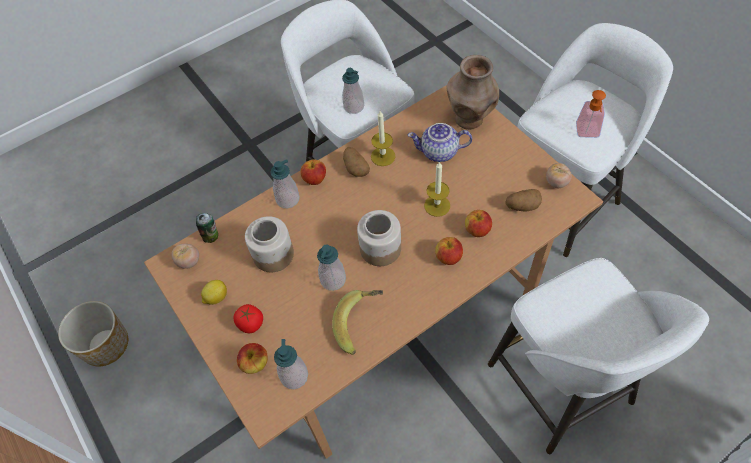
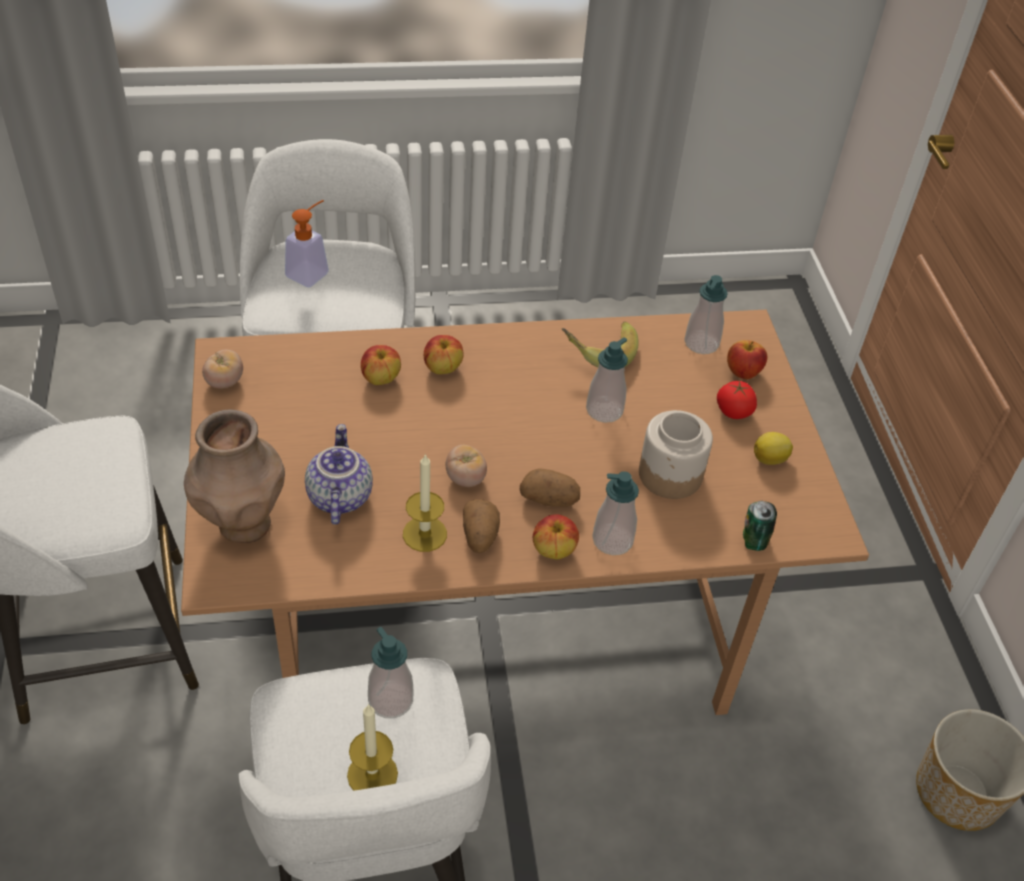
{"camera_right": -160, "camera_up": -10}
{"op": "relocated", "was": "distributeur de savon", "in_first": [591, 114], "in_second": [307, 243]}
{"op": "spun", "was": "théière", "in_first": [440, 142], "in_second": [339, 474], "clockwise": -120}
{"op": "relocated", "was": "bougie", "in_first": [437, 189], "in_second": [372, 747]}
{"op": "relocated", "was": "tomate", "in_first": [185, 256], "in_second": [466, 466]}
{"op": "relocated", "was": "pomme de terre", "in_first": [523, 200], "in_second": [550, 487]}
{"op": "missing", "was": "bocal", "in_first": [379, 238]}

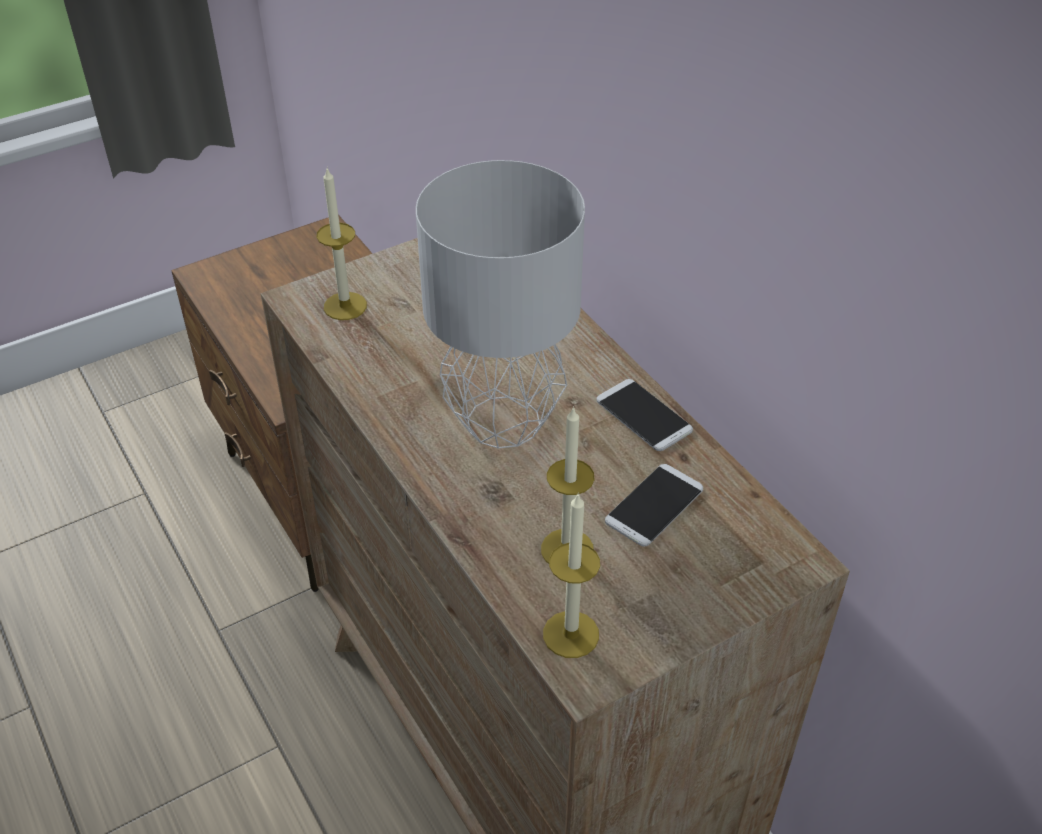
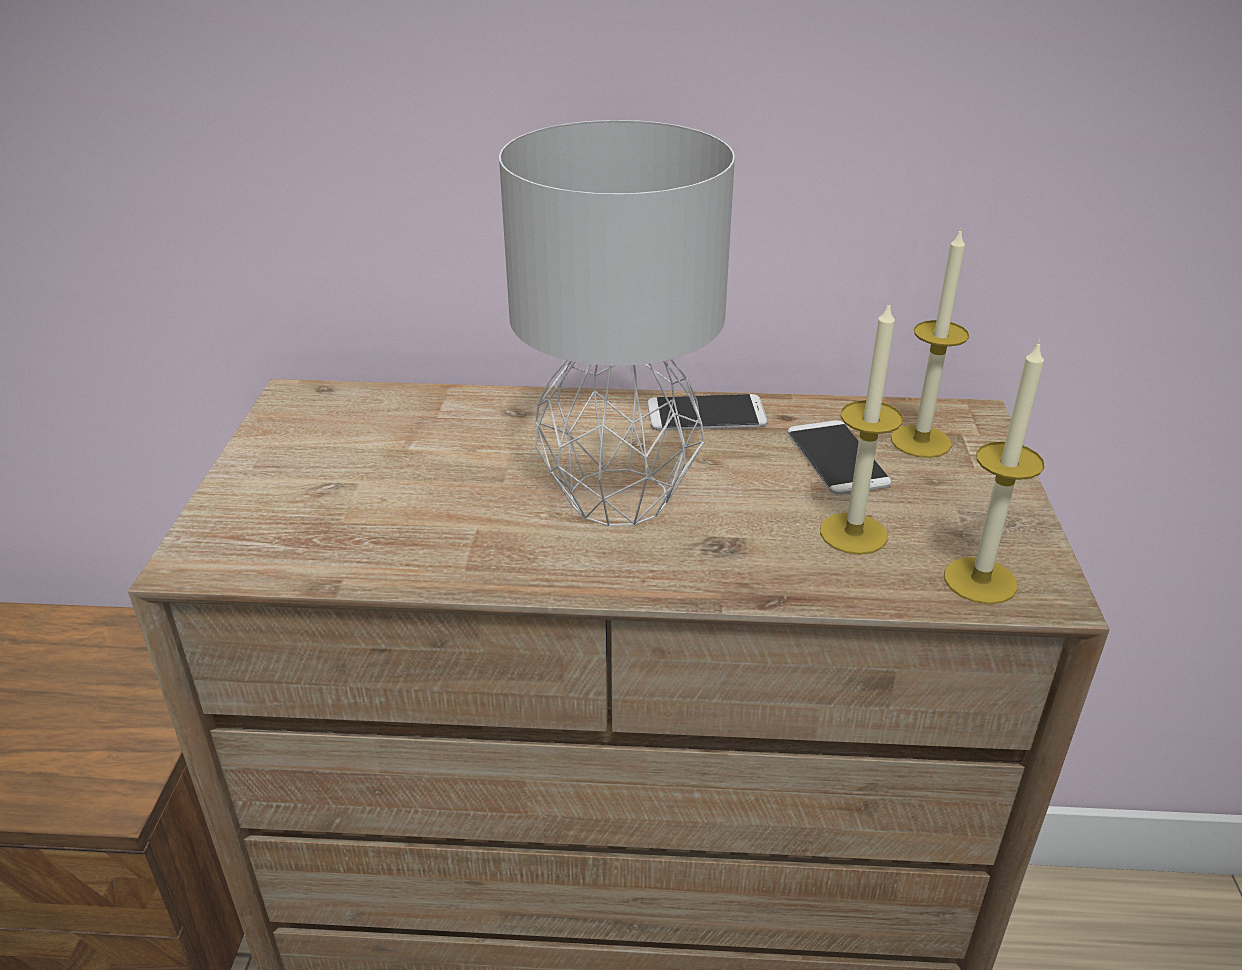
{"camera_right": -55, "camera_up": -10}
{"op": "relocated", "was": "bougie", "in_first": [342, 244], "in_second": [930, 343]}

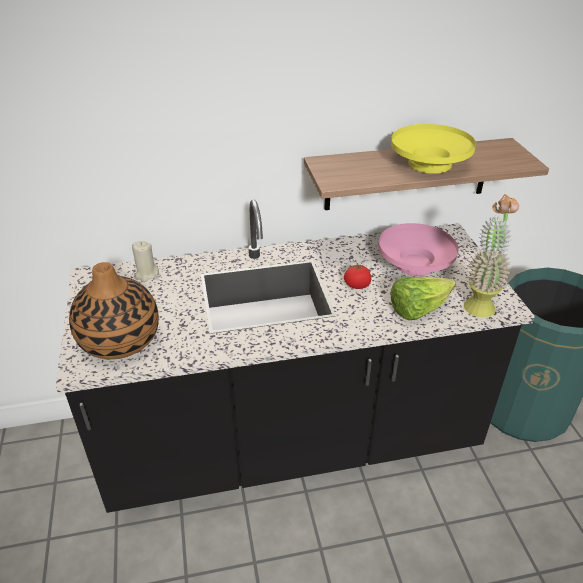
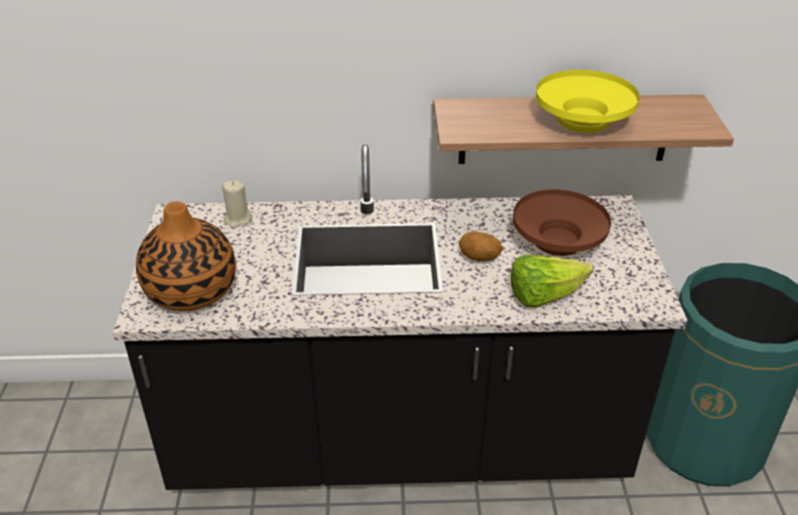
{"camera_right": 10, "camera_up": 0}
{"op": "exchanged", "was": "tomate", "now": "pomme de terre", "in_first": [357, 276], "in_second": [481, 246]}
{"op": "colour", "was": "bol/rose", "now": "bol/marron", "in_first": [418, 249], "in_second": [562, 222]}
{"op": "missing", "was": "plante en pot", "in_first": [491, 256]}

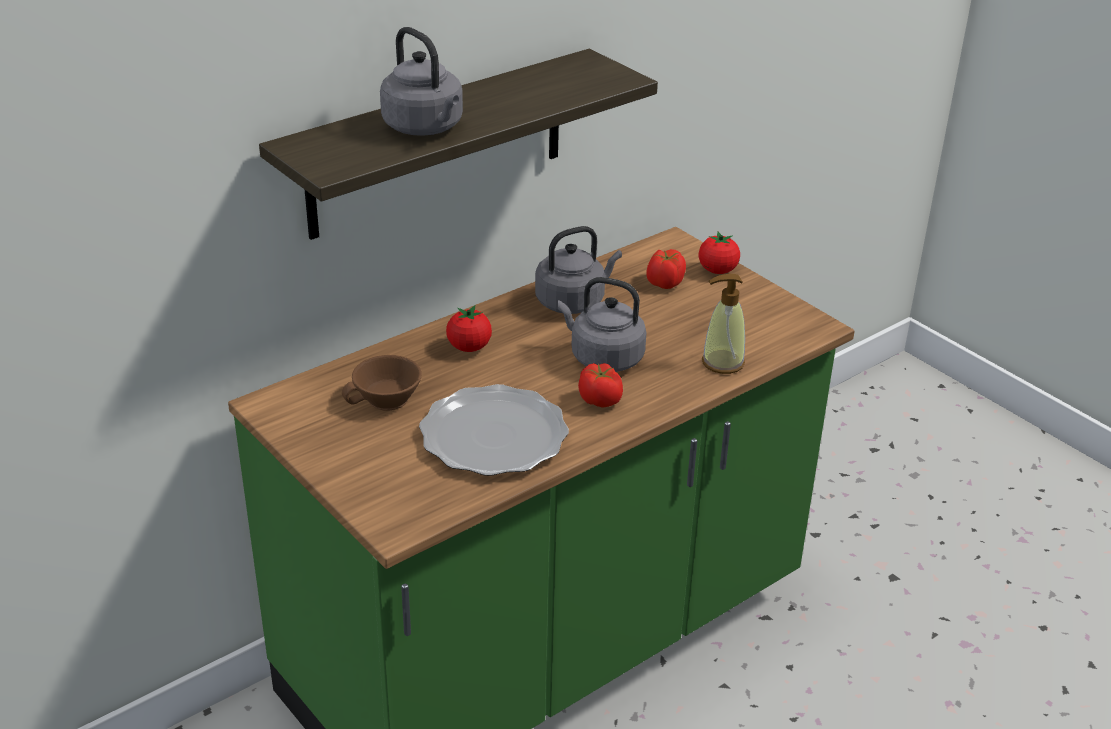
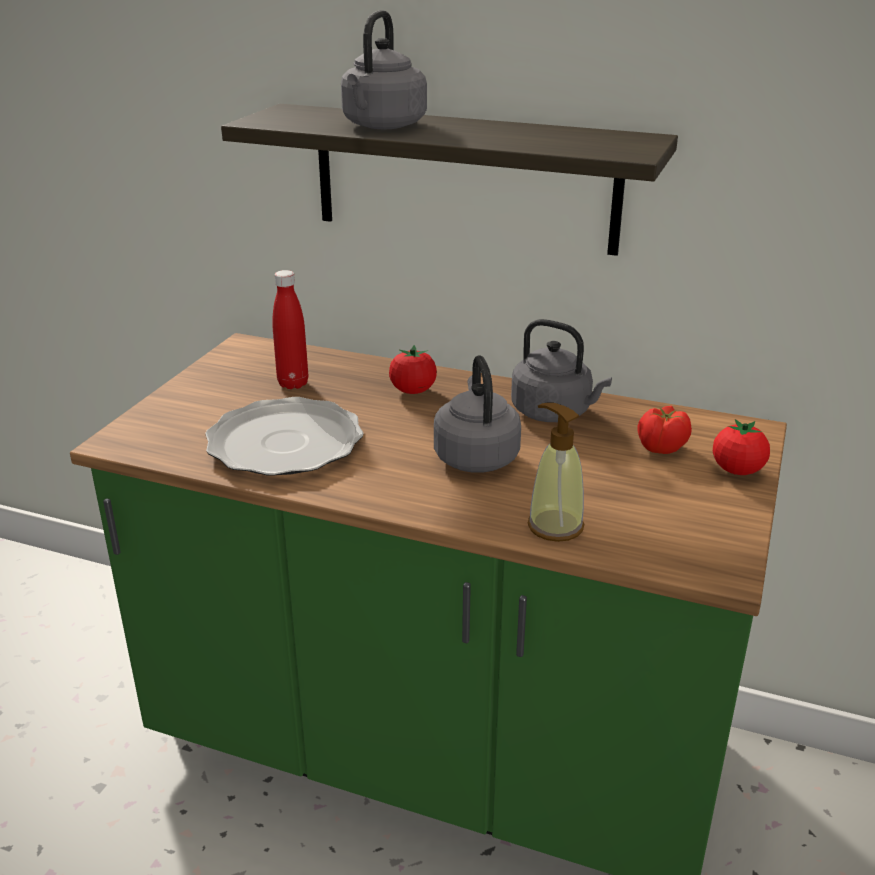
{"camera_right": 60, "camera_up": -5}
{"op": "exchanged", "was": "tasse/marron", "now": "bouteille/rouge", "in_first": [382, 382], "in_second": [290, 329]}
{"op": "missing", "was": "tomate", "in_first": [600, 385]}

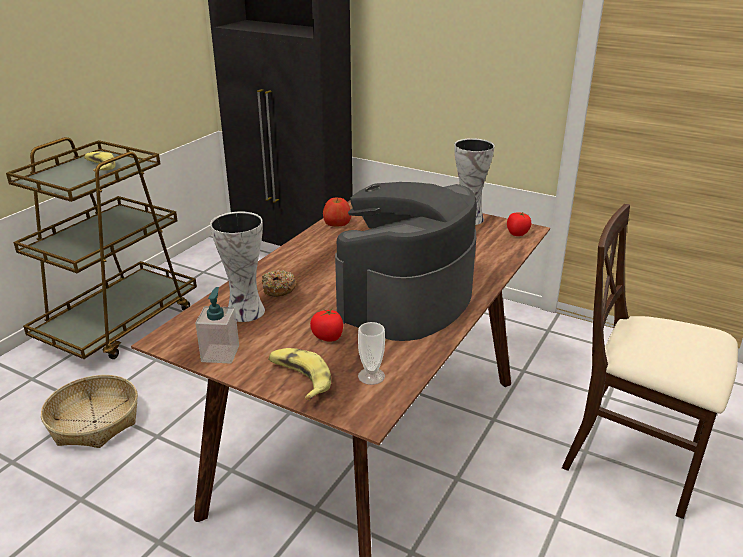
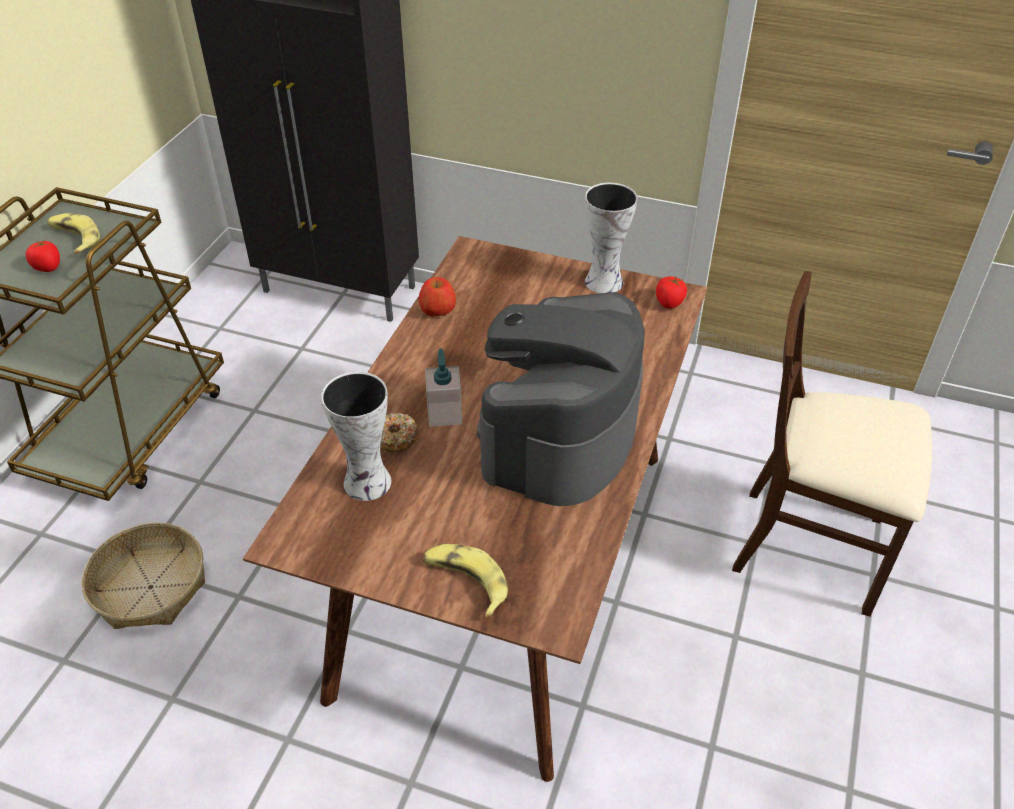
{"camera_right": -10, "camera_up": 15}
{"op": "relocated", "was": "tomate", "in_first": [326, 325], "in_second": [43, 255]}
{"op": "relocated", "was": "distributeur de savon", "in_first": [217, 325], "in_second": [443, 388]}
{"op": "missing", "was": "tasse", "in_first": [371, 353]}

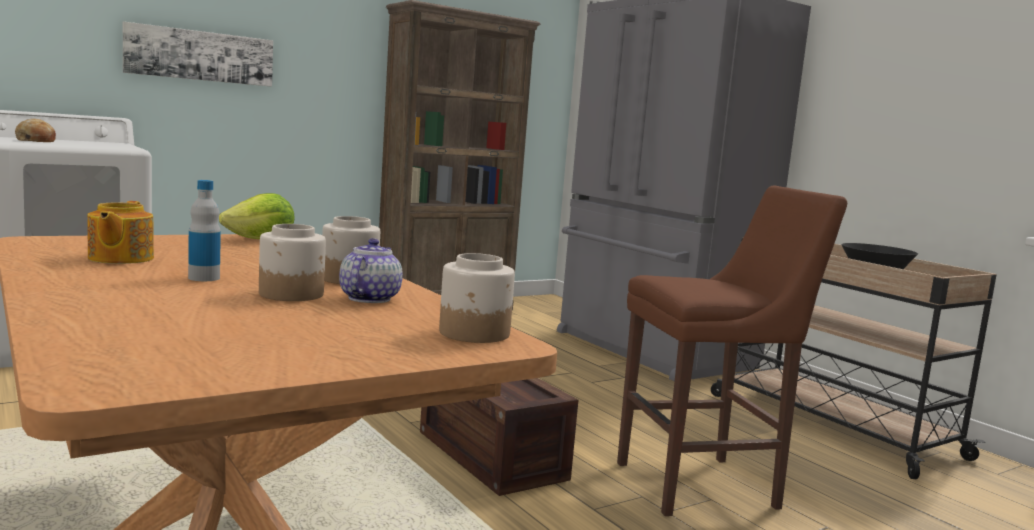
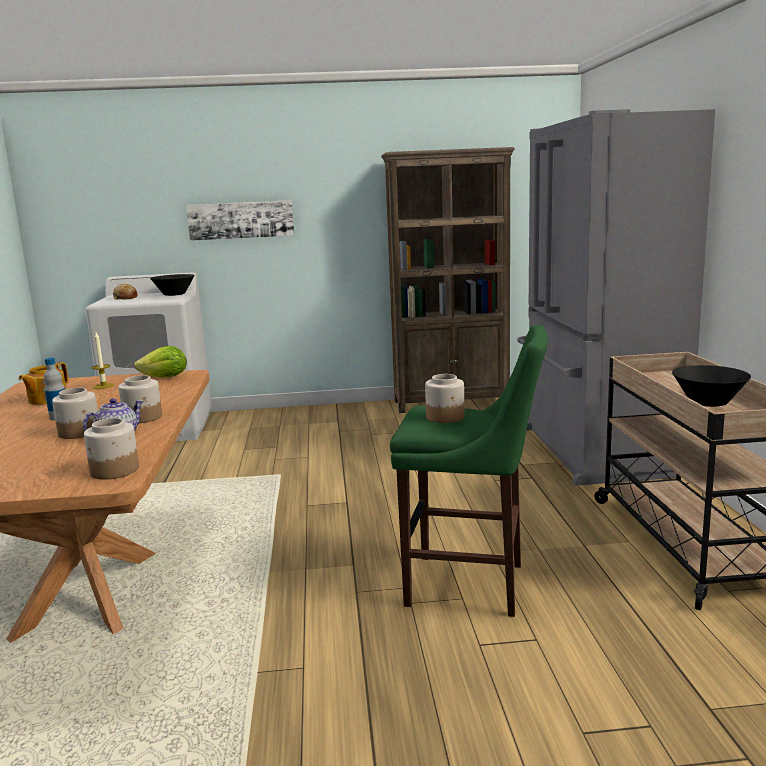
{"camera_right": 30, "camera_up": 5}
{"op": "appeared", "now": "bougie", "in_second": [103, 360]}
{"op": "appeared", "now": "bol/noir", "in_second": [172, 285]}
{"op": "colour", "was": "tabouret/marron", "now": "tabouret/vert", "in_first": [732, 351], "in_second": [469, 471]}
{"op": "appeared", "now": "bocal", "in_second": [445, 398]}
{"op": "missing", "was": "caisse", "in_first": [499, 437]}

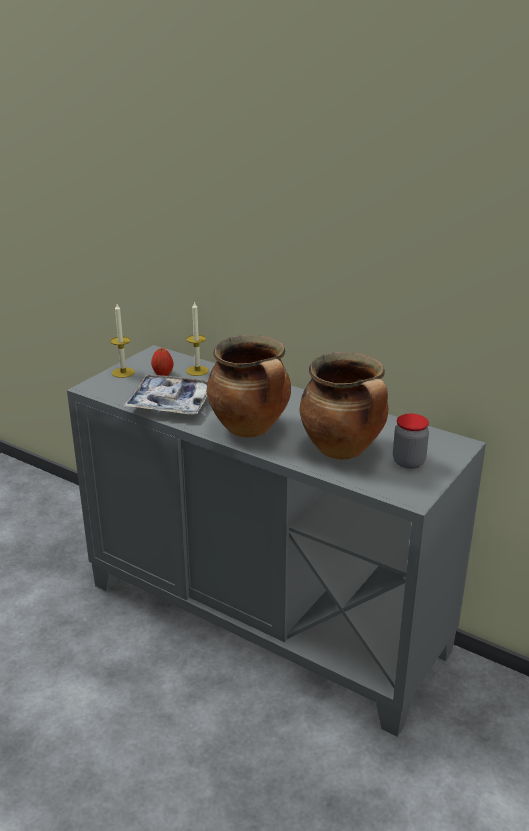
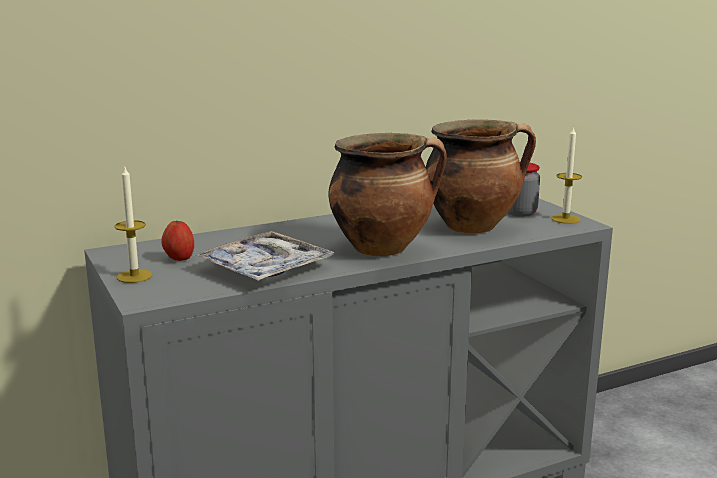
{"camera_right": -60, "camera_up": -10}
{"op": "relocated", "was": "bougie", "in_first": [197, 338], "in_second": [566, 175]}

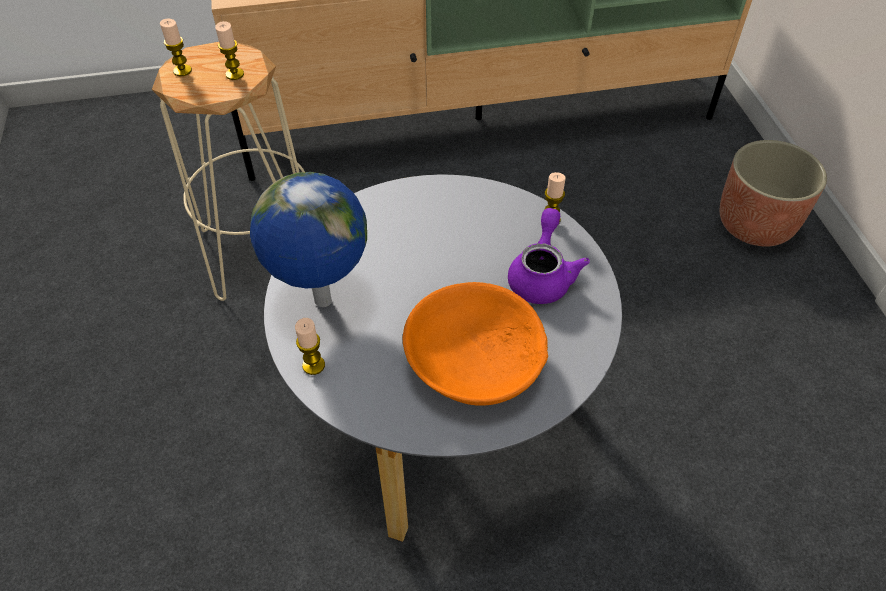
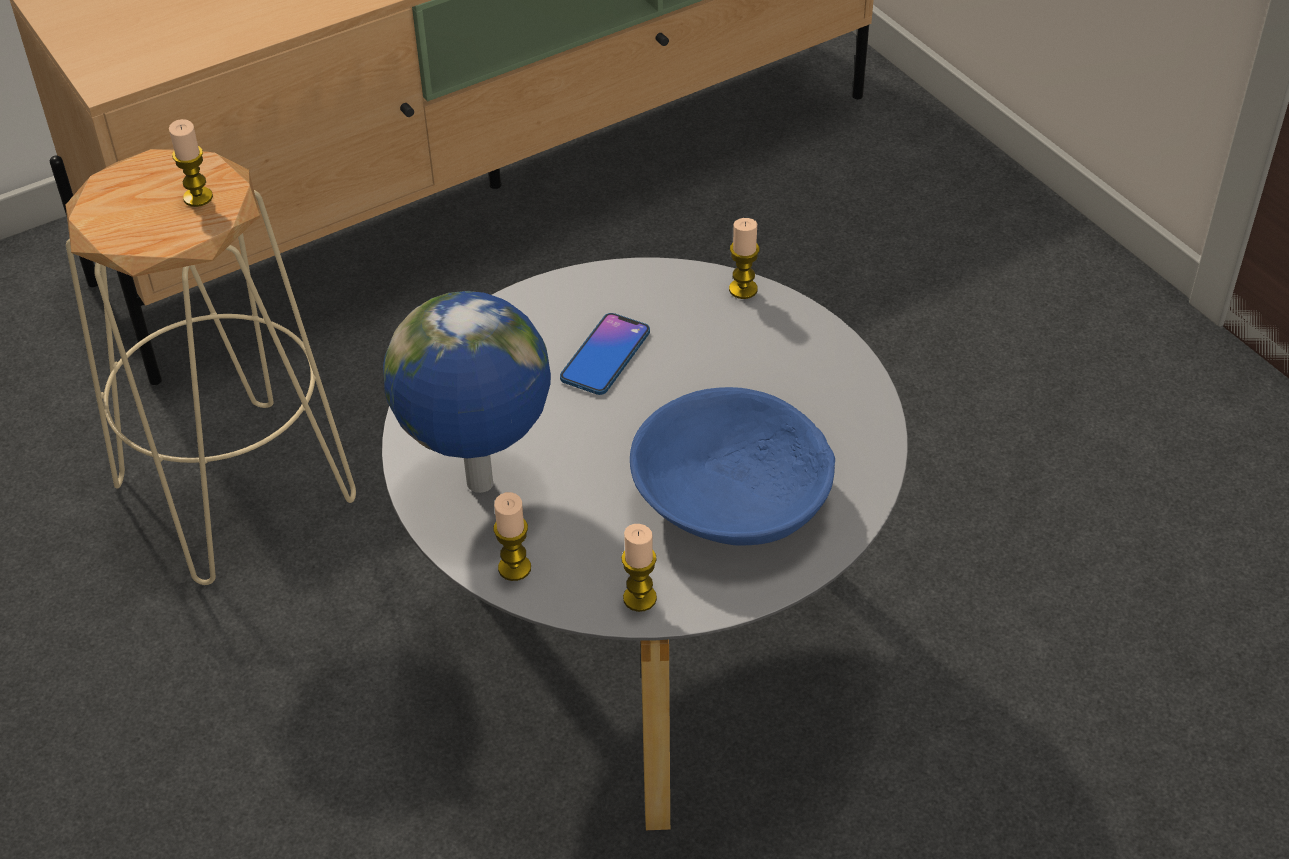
{"camera_right": -20, "camera_up": -5}
{"op": "appeared", "now": "téléphone", "in_second": [605, 354]}
{"op": "relocated", "was": "bougie", "in_first": [176, 47], "in_second": [639, 568]}
{"op": "colour", "was": "bol/orange", "now": "bol/bleu", "in_first": [475, 344], "in_second": [732, 466]}
{"op": "missing", "was": "théière/violet", "in_first": [549, 256]}
{"op": "missing", "was": "cache-pot", "in_first": [773, 193]}

